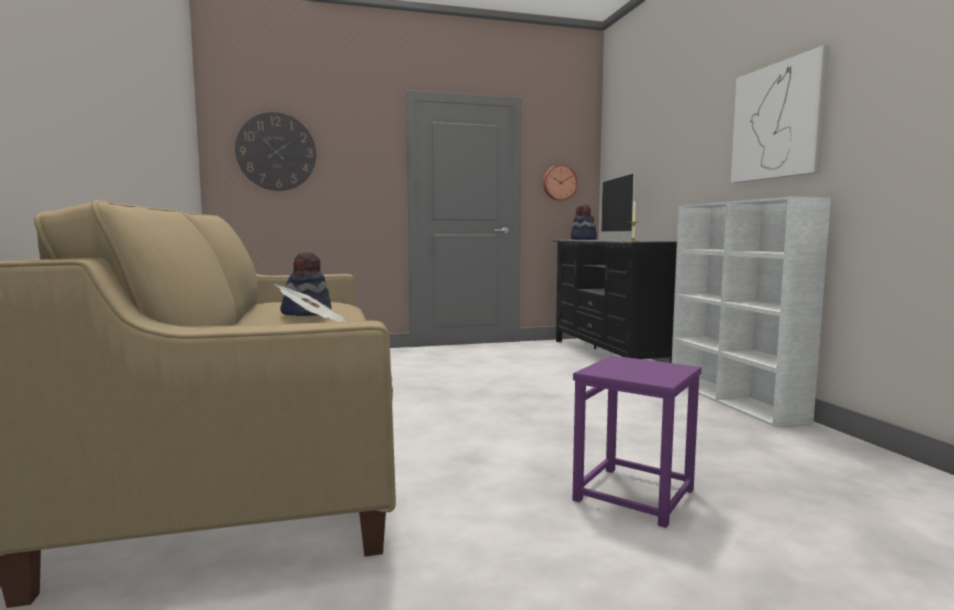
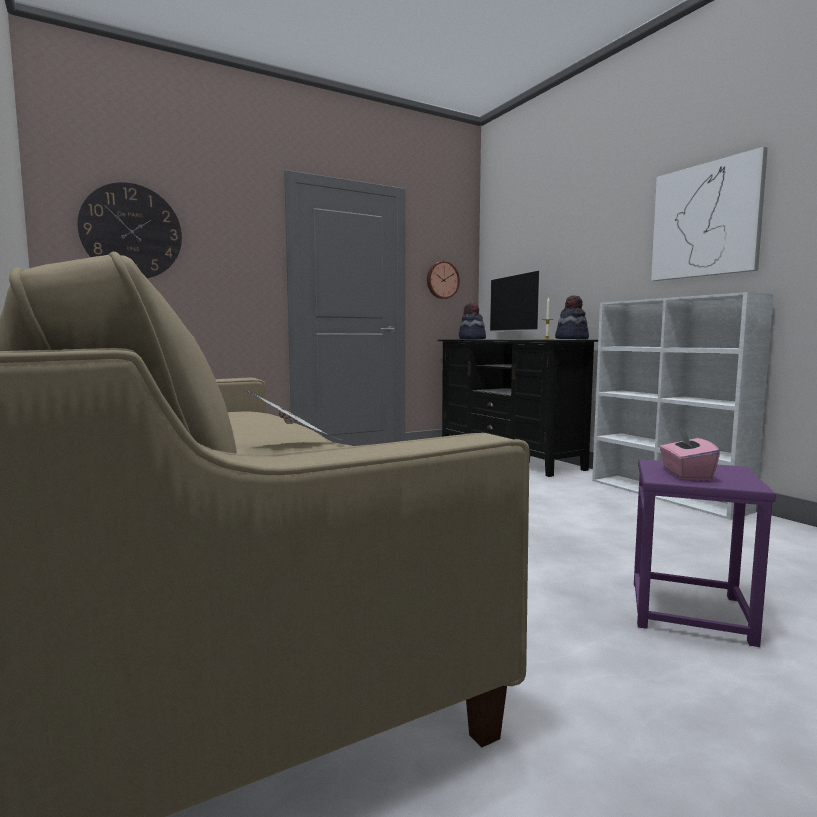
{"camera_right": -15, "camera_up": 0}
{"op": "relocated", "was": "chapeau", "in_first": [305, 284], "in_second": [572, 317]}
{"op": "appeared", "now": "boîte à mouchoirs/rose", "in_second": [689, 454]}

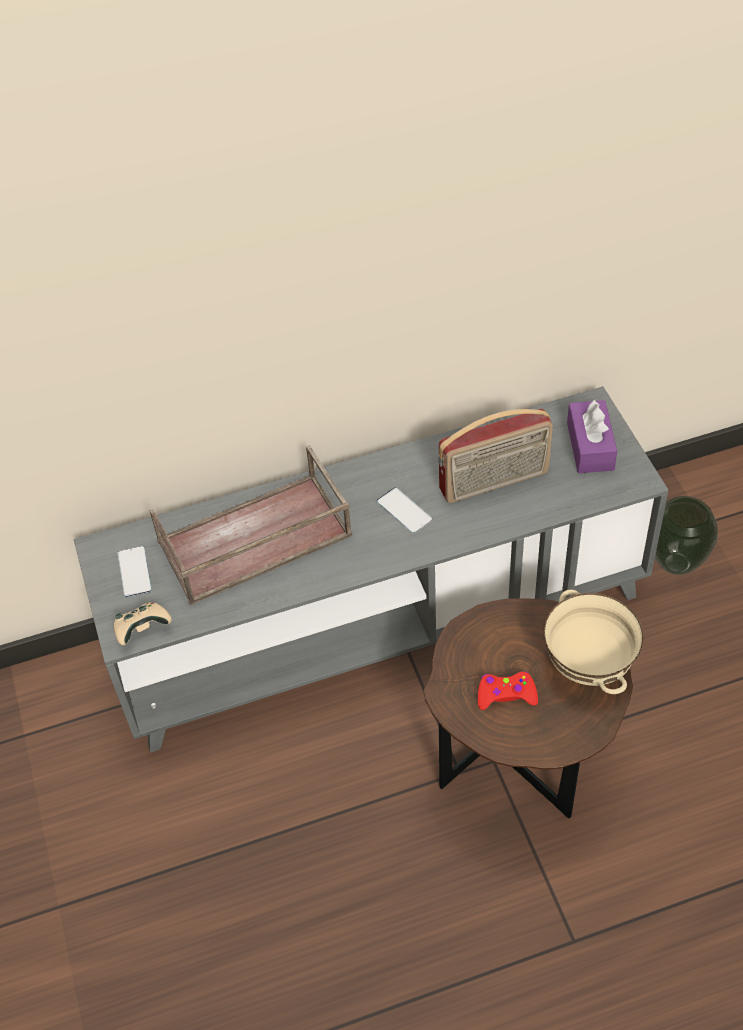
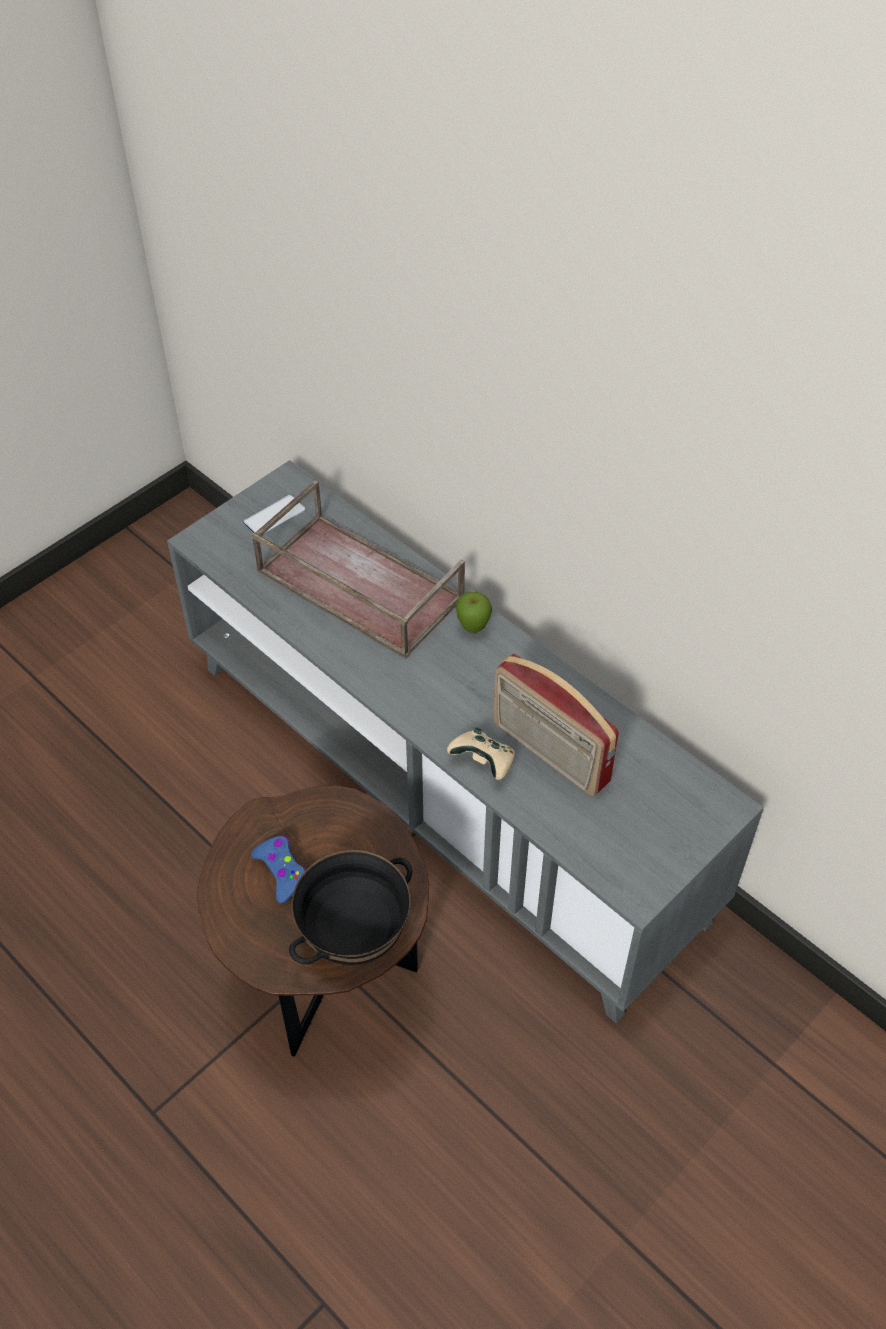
{"camera_right": 60, "camera_up": 0}
{"op": "colour", "was": "manette/rouge", "now": "manette/bleu", "in_first": [508, 691], "in_second": [278, 870]}
{"op": "colour", "was": "bol/beige", "now": "bol/noir", "in_first": [593, 641], "in_second": [351, 907]}
{"op": "relocated", "was": "manette/beige", "in_first": [143, 623], "in_second": [481, 753]}
{"op": "appeared", "now": "pomme", "in_second": [473, 612]}
{"op": "missing", "was": "téléphone", "in_first": [404, 510]}
{"op": "missing", "was": "boîte à mouchoirs/violet", "in_first": [592, 436]}
{"op": "missing", "was": "vase", "in_first": [686, 535]}

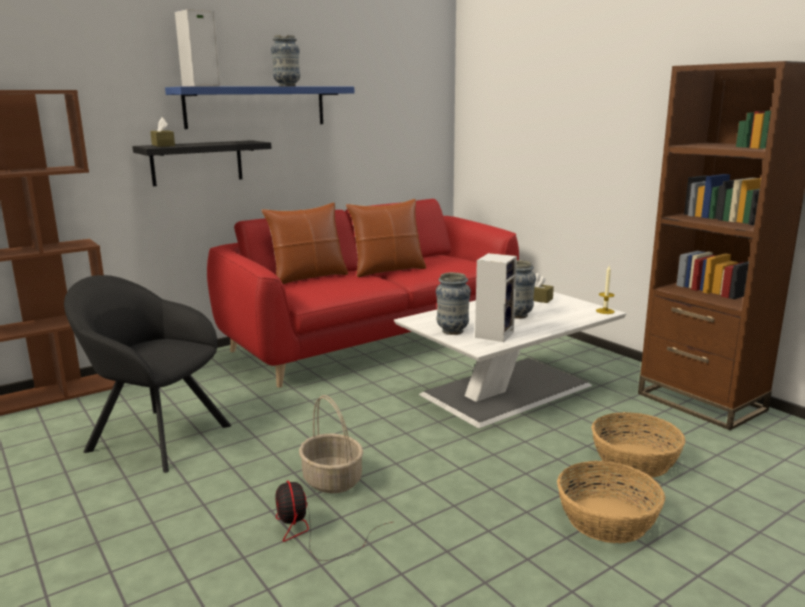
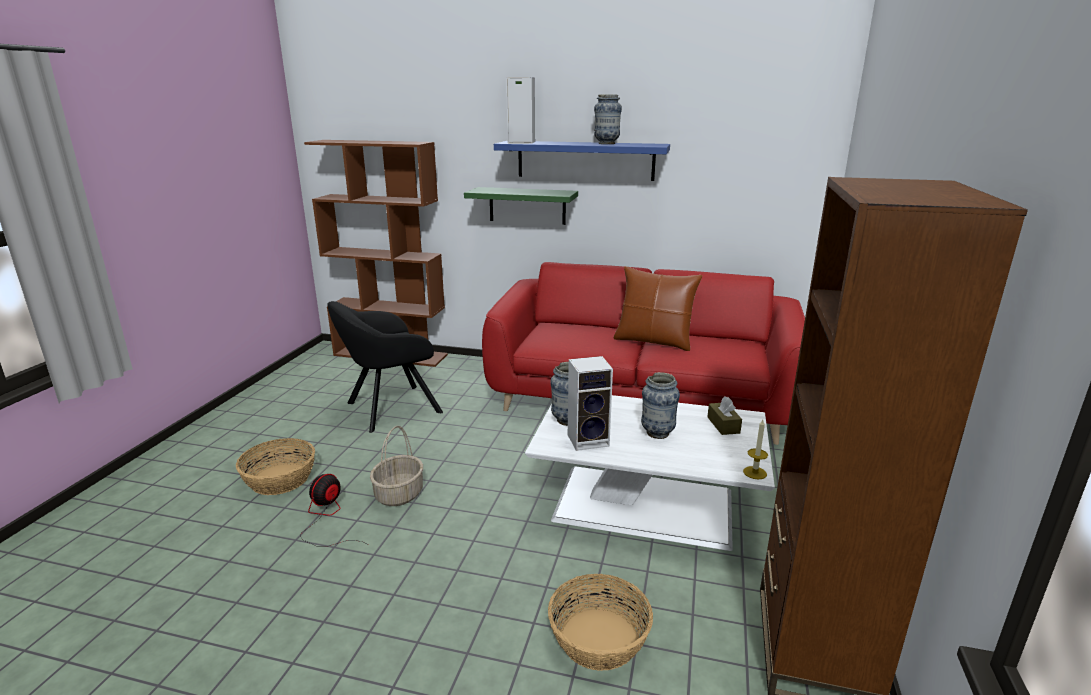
{"camera_right": 50, "camera_up": 5}
{"op": "relocated", "was": "panier", "in_first": [611, 502], "in_second": [275, 466]}
{"op": "spun", "was": "fauteuil/noir", "in_first": [147, 374], "in_second": [385, 367], "clockwise": -105}
{"op": "colour", "was": "étagère/noir", "now": "étagère/vert", "in_first": [202, 163], "in_second": [521, 206]}
{"op": "missing", "was": "boîte à mouchoirs/marron", "in_first": [162, 132]}
{"op": "missing", "was": "coussin/marron", "in_first": [304, 243]}

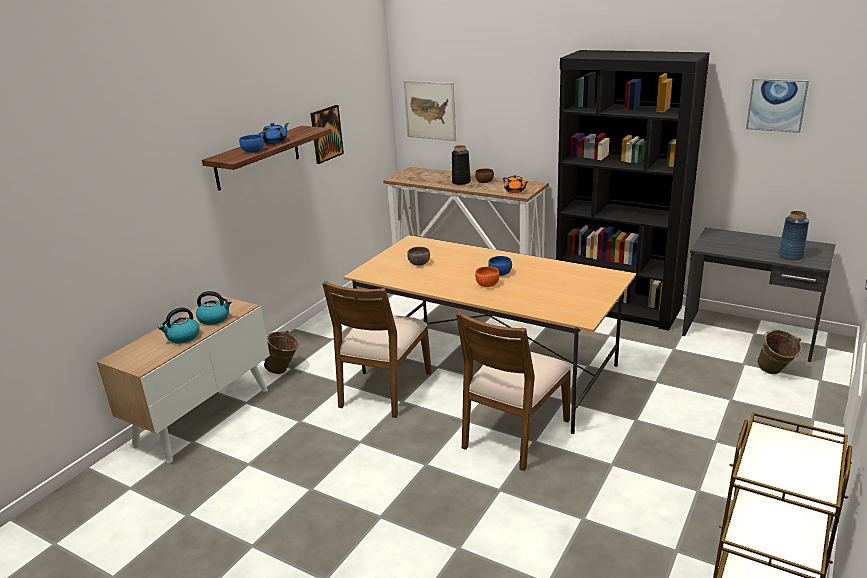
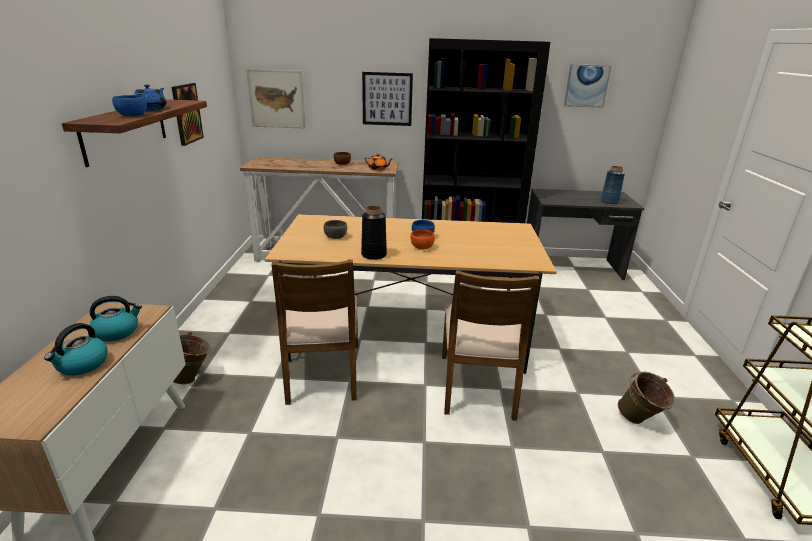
{"camera_right": -30, "camera_up": 0}
{"op": "relocated", "was": "vase/noir", "in_first": [461, 165], "in_second": [374, 233]}
{"op": "appeared", "now": "tableau", "in_second": [387, 99]}
{"op": "relocated", "was": "seau/vert", "in_first": [779, 352], "in_second": [646, 398]}

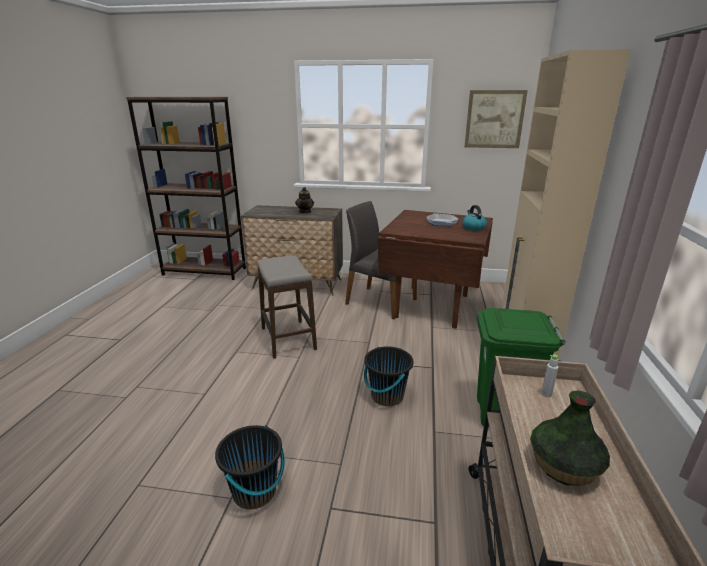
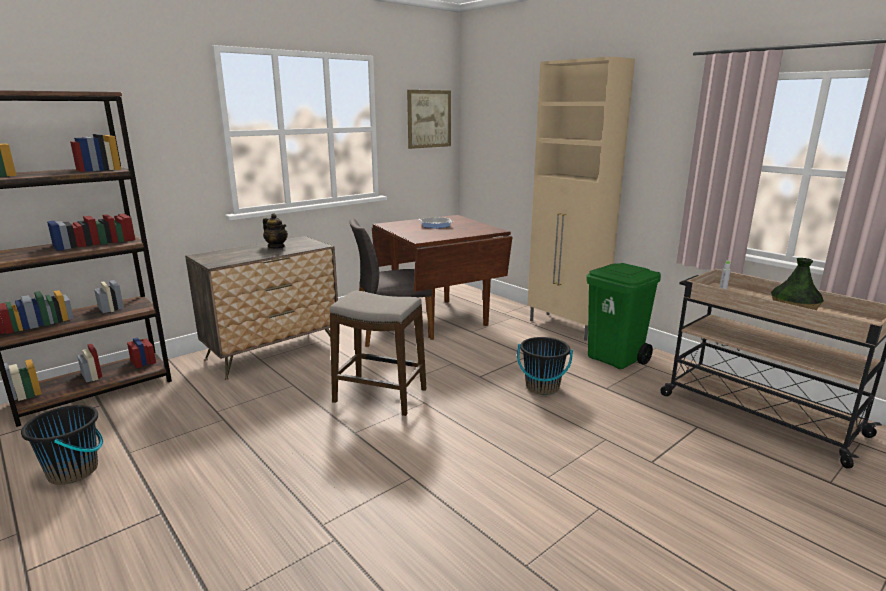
{"camera_right": -50, "camera_up": -5}
{"op": "relocated", "was": "seau/noir", "in_first": [250, 467], "in_second": [62, 445]}
{"op": "missing", "was": "bouilloire", "in_first": [474, 218]}

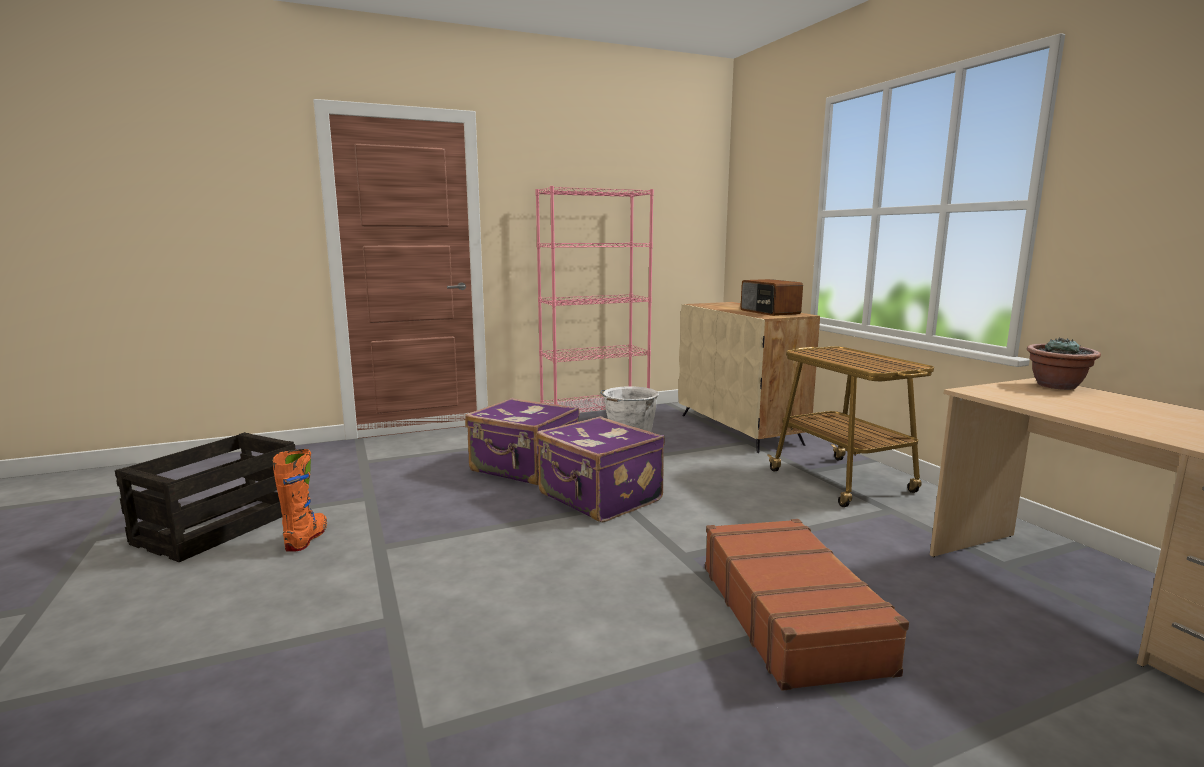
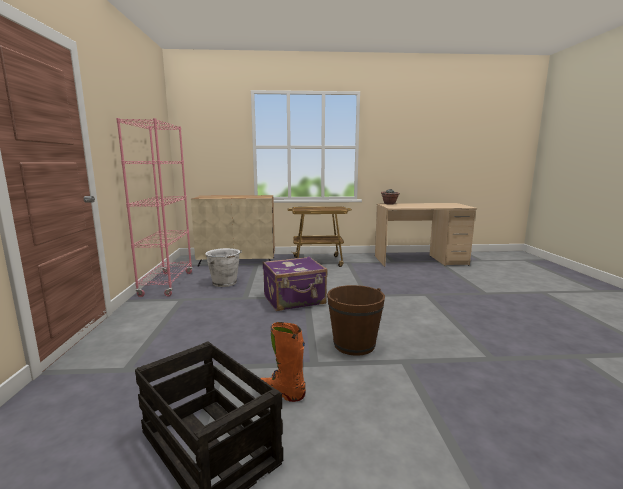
{"camera_right": -70, "camera_up": 0}
{"op": "appeared", "now": "seau/marron", "in_second": [356, 320]}
{"op": "missing", "was": "valise/violet", "in_first": [522, 441]}
{"op": "missing", "was": "valise/marron", "in_first": [807, 605]}
{"op": "missing", "was": "radio", "in_first": [772, 297]}

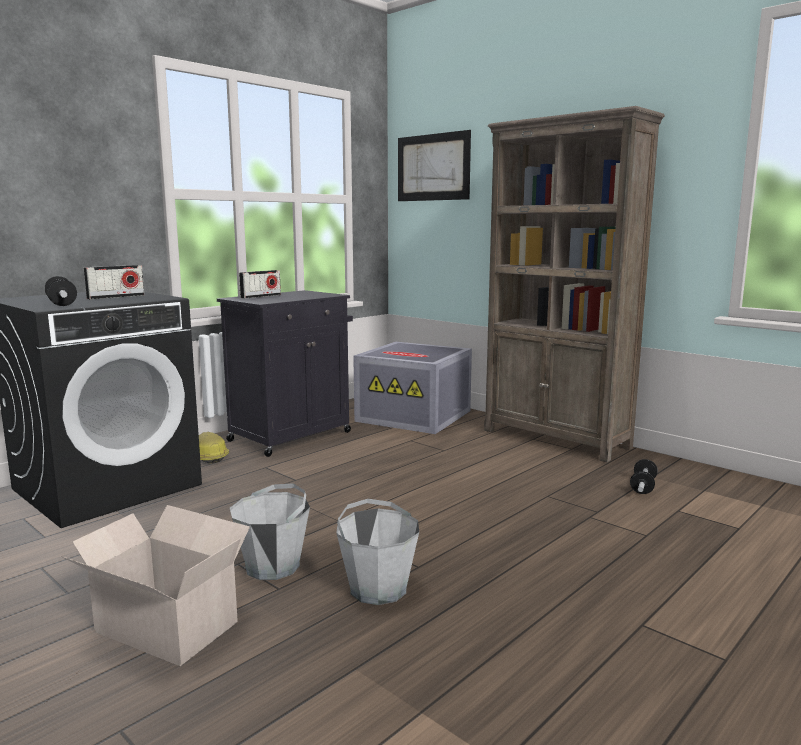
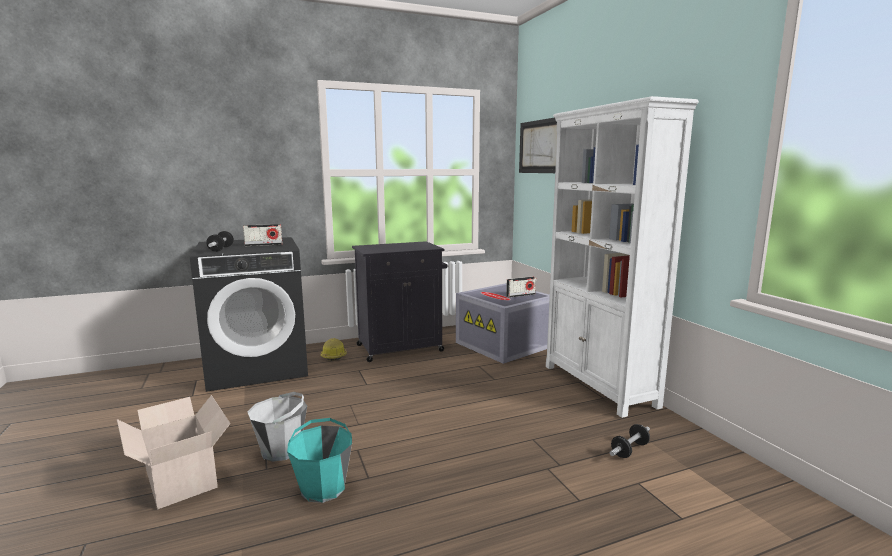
{"camera_right": 25, "camera_up": 0}
{"op": "colour", "was": "seau/gris", "now": "seau/turquoise", "in_first": [377, 552], "in_second": [319, 460]}
{"op": "relocated", "was": "radio", "in_first": [260, 284], "in_second": [521, 287]}
{"op": "colour", "was": "bibliothèque/marron", "now": "bibliothèque/blanc", "in_first": [574, 284], "in_second": [622, 257]}

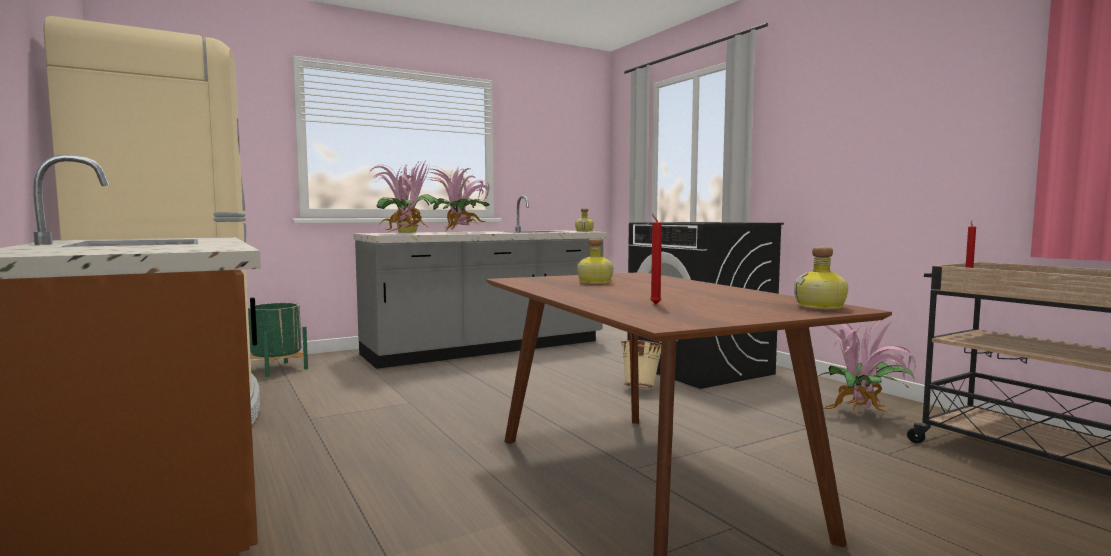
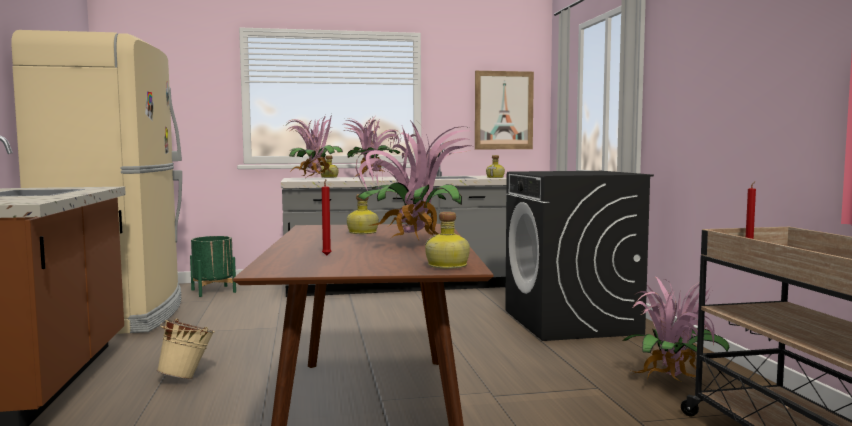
{"camera_right": 20, "camera_up": 0}
{"op": "relocated", "was": "seau/beige", "in_first": [640, 364], "in_second": [186, 348]}
{"op": "appeared", "now": "plante en pot", "in_second": [414, 180]}
{"op": "appeared", "now": "tableau", "in_second": [504, 110]}

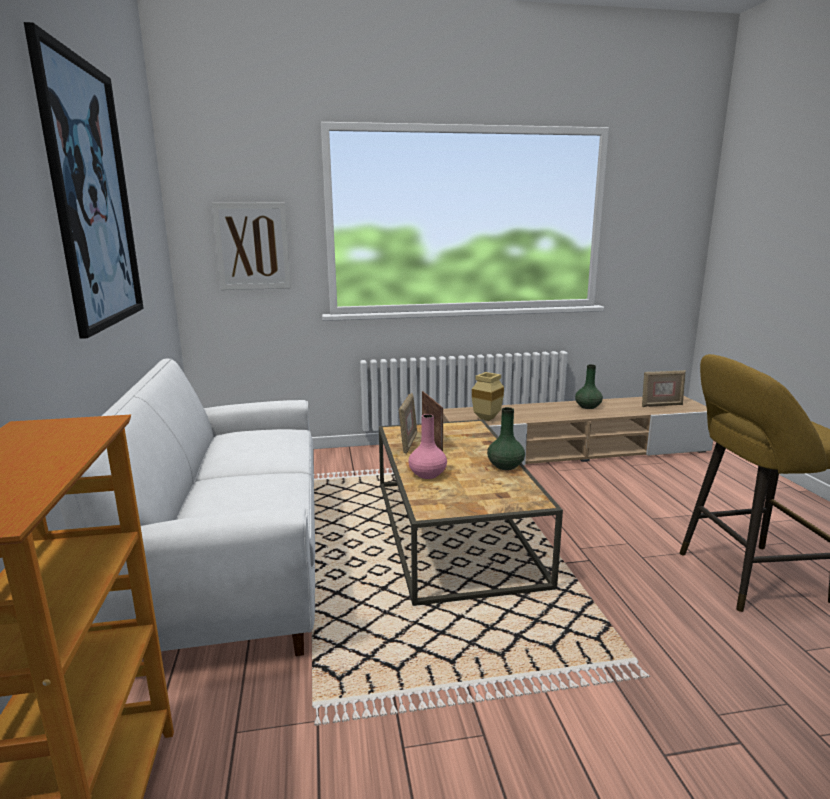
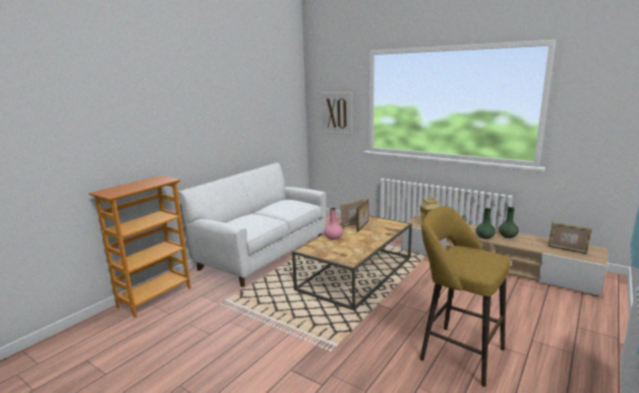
{"camera_right": 45, "camera_up": 0}
{"op": "relocated", "was": "vase/vert", "in_first": [506, 438], "in_second": [486, 223]}
{"op": "missing", "was": "tableau", "in_first": [84, 180]}

